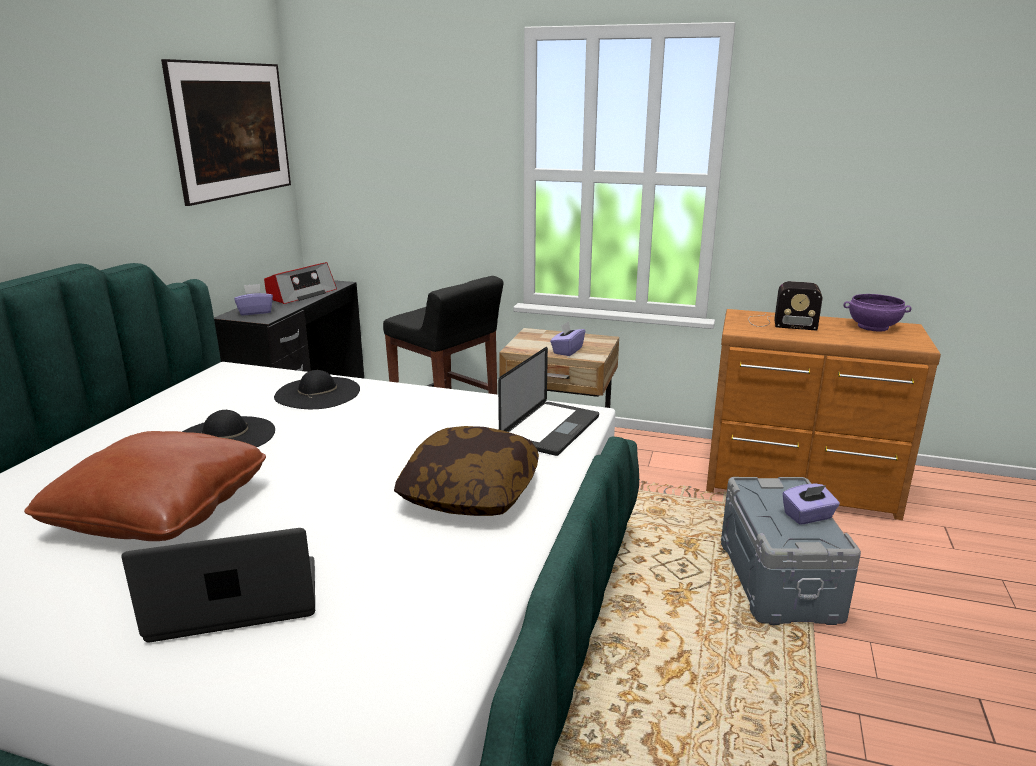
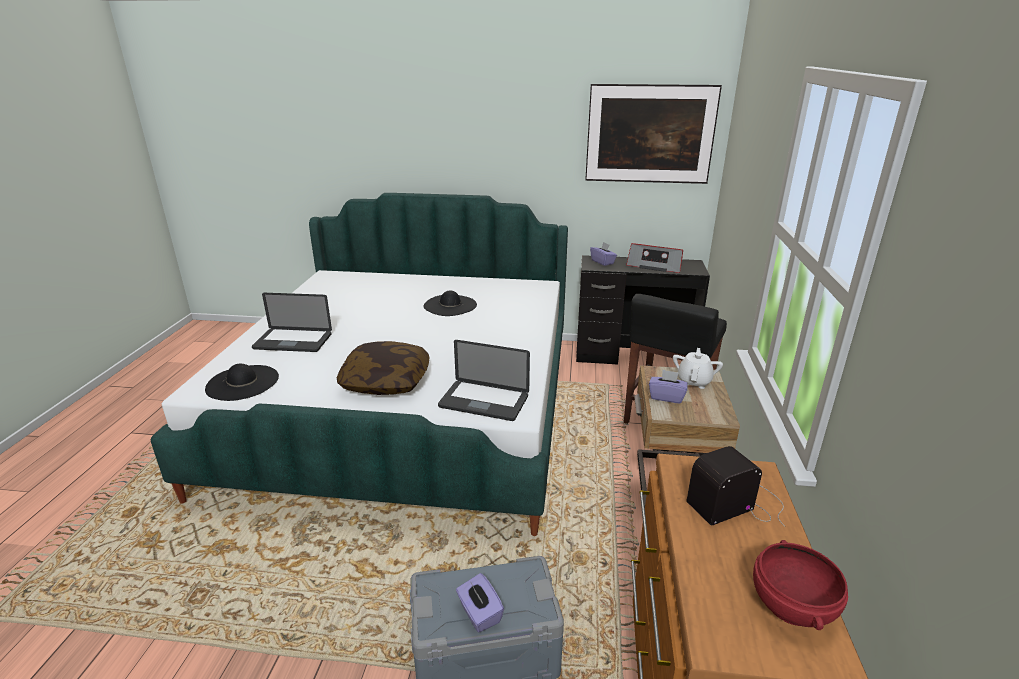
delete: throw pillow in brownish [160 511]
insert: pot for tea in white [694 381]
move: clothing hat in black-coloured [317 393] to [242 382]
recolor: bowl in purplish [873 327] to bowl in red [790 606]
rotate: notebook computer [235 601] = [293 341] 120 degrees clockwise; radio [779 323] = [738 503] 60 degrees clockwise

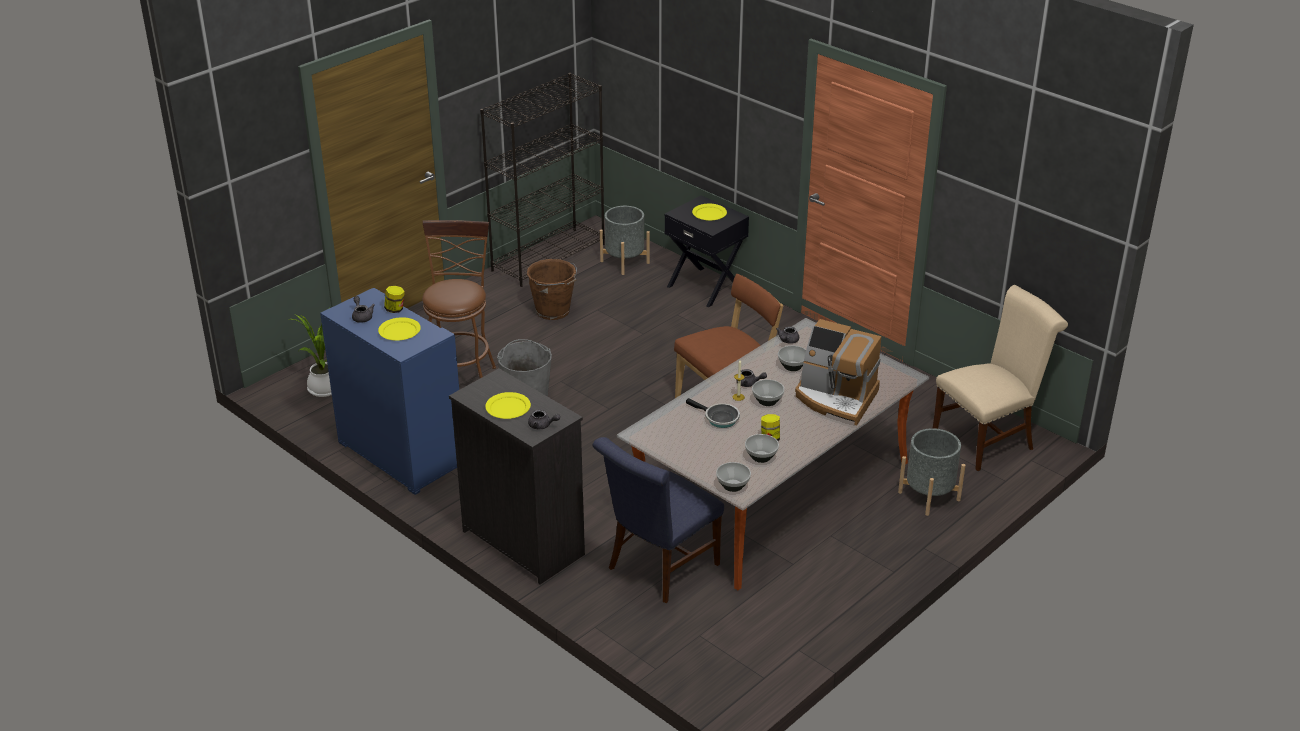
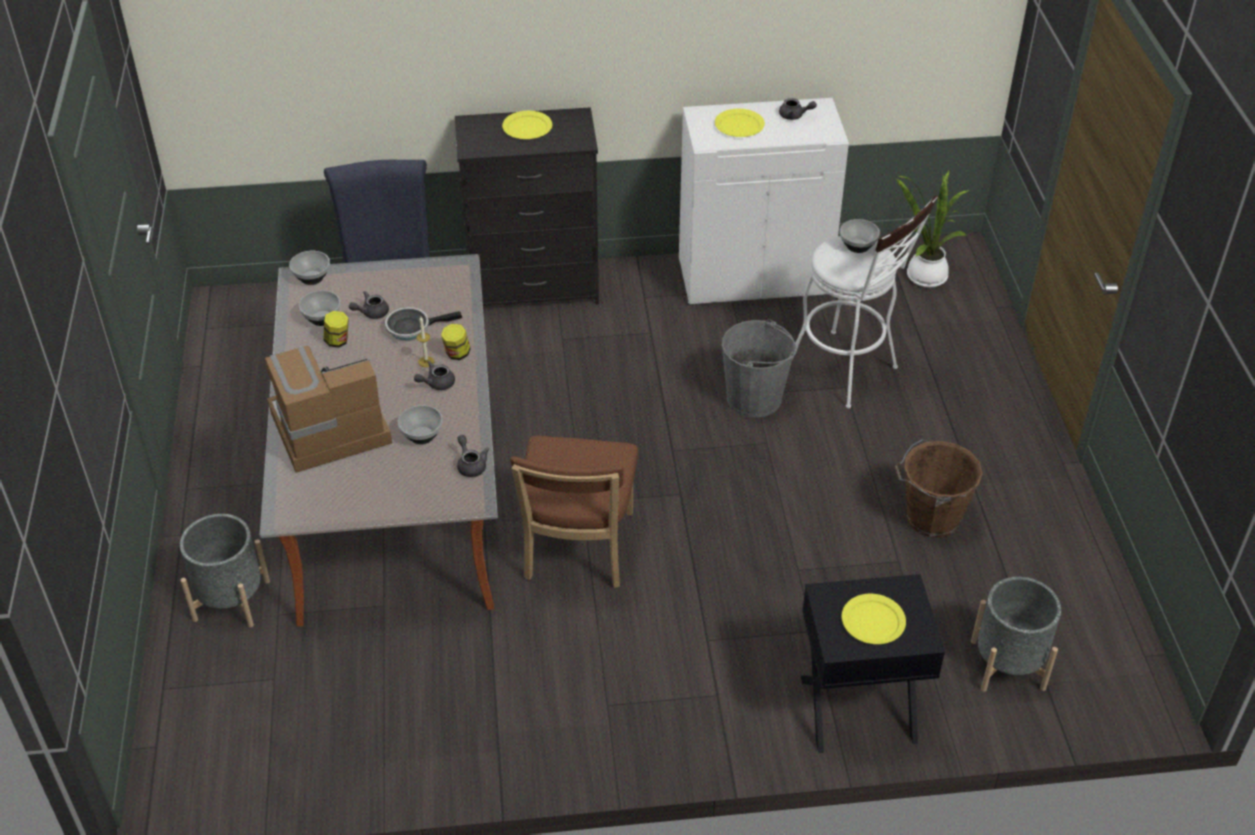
delete: bookshelf in black-coloured [548 256]; plain chair in sand-coloured [988 438]
move: jar [395 309] to [457 354]; pot for tea in greyish [542 425] to [371 313]; bowl [767 401] to [858 246]
recolor: storage cabinet in bluish [399 454] to storage cabinet in white [754 276]; sitting stool in brownish [462 379] to sitting stool in white [848 373]

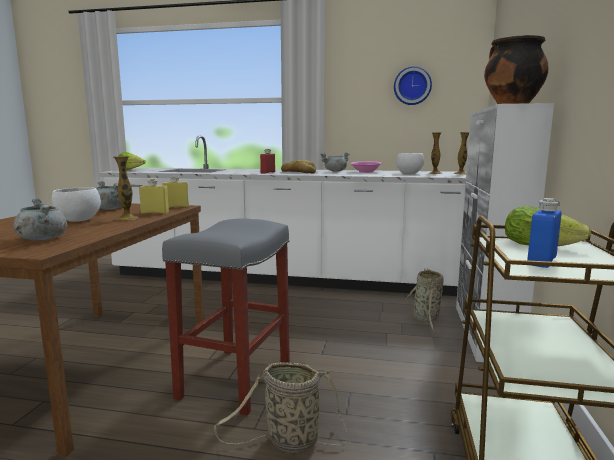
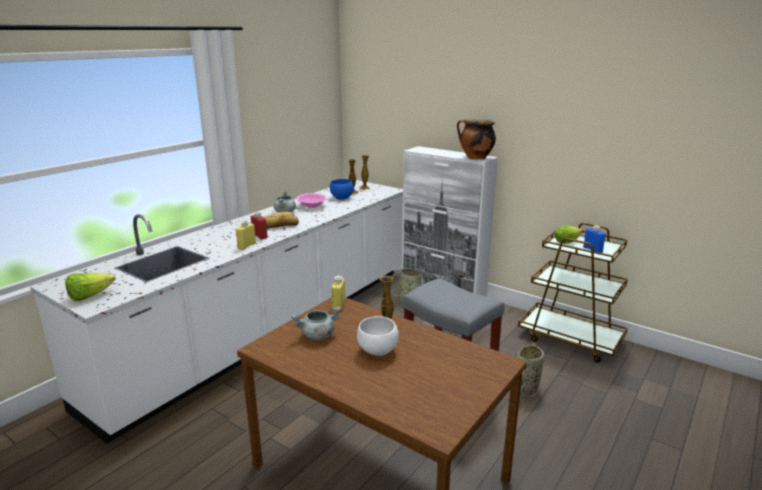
delete: cooking pot in greyish [42 239]; wall clock [412 86]
move: bottle in yellowish [155 213] to [246 246]
recolor: bowl in white [408 173] to bowl in bluish [341 198]

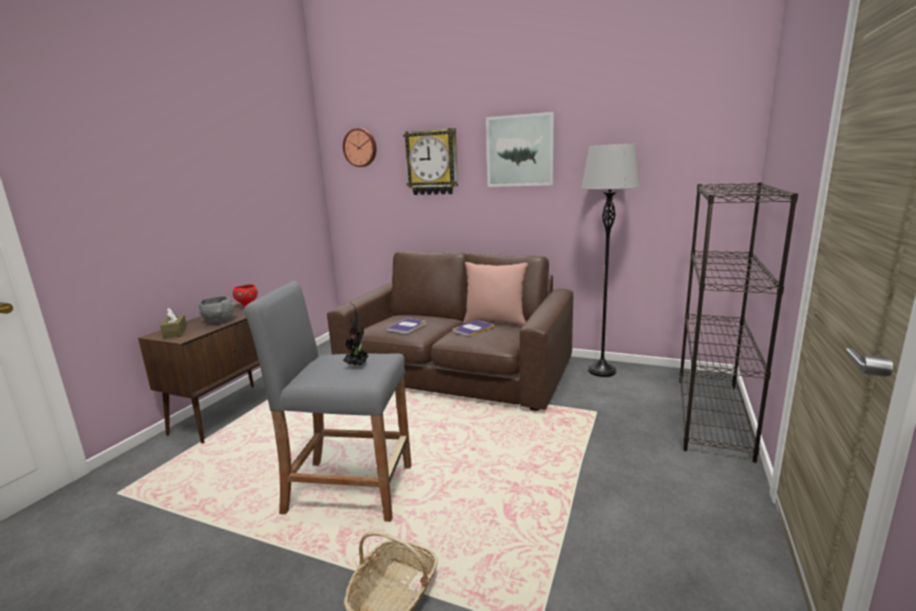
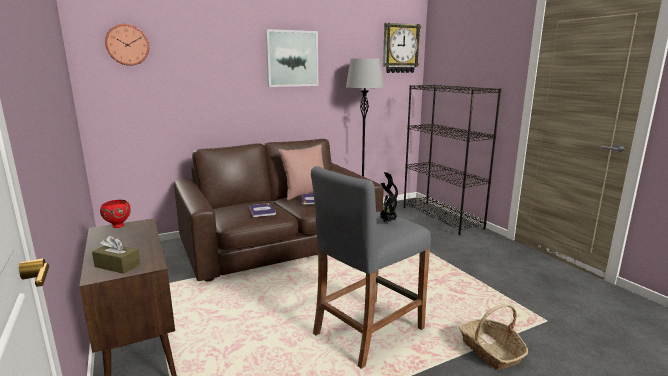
delete: bowl in greyish [219 321]
move: wall clock [432 162] to [400 48]

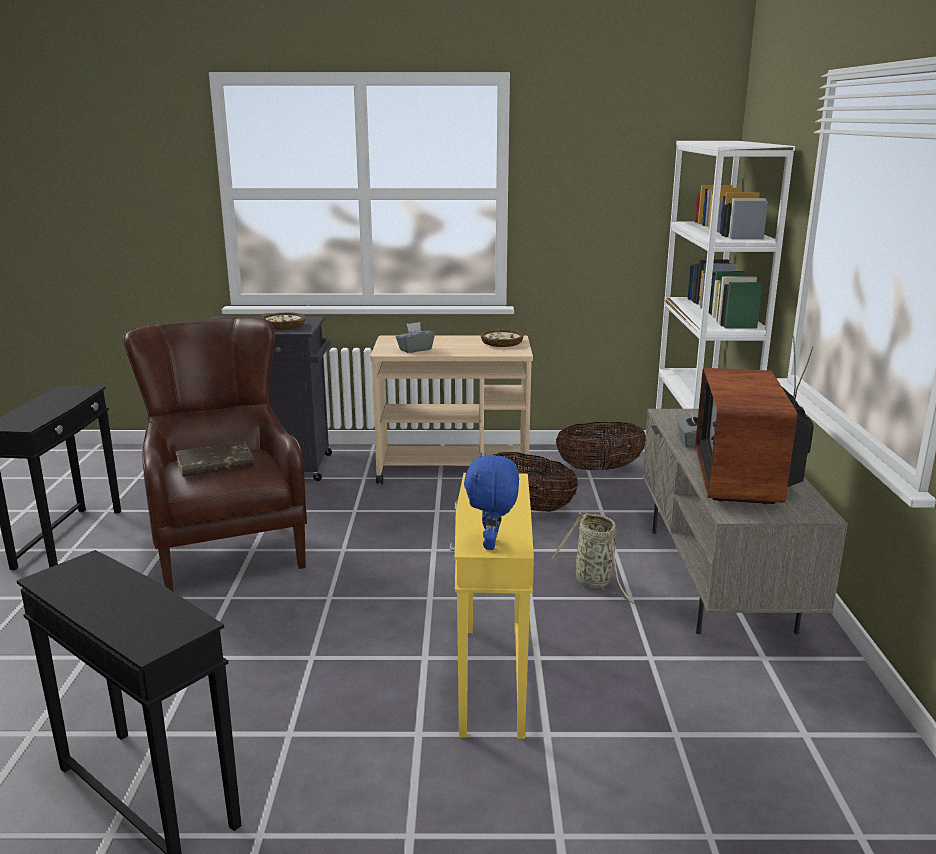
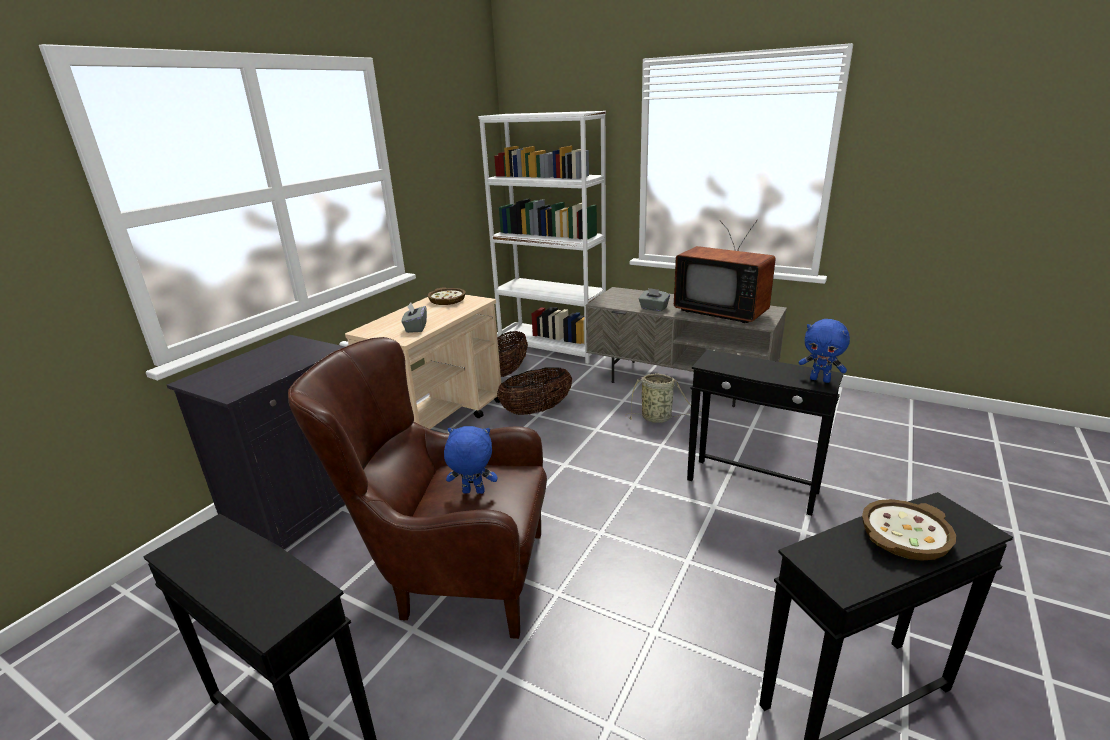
move: bowl [283 325] to [903 536]
replace: book in brownish [214 464] to plush toy in bluish [473 492]
recolor: accent table in yellowish [491 679] to accent table in black-coloured [752 486]

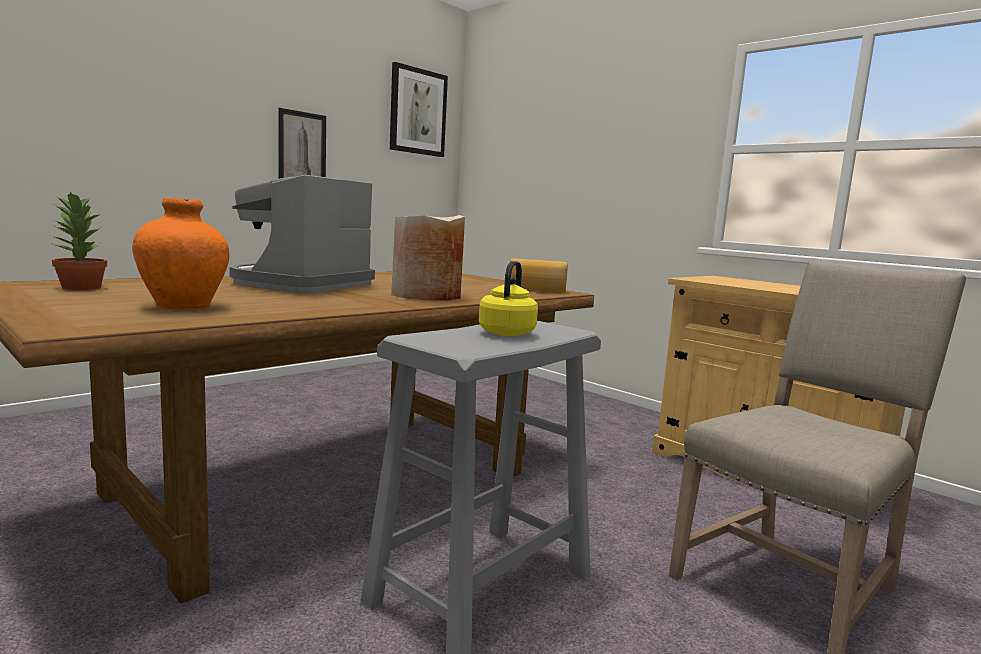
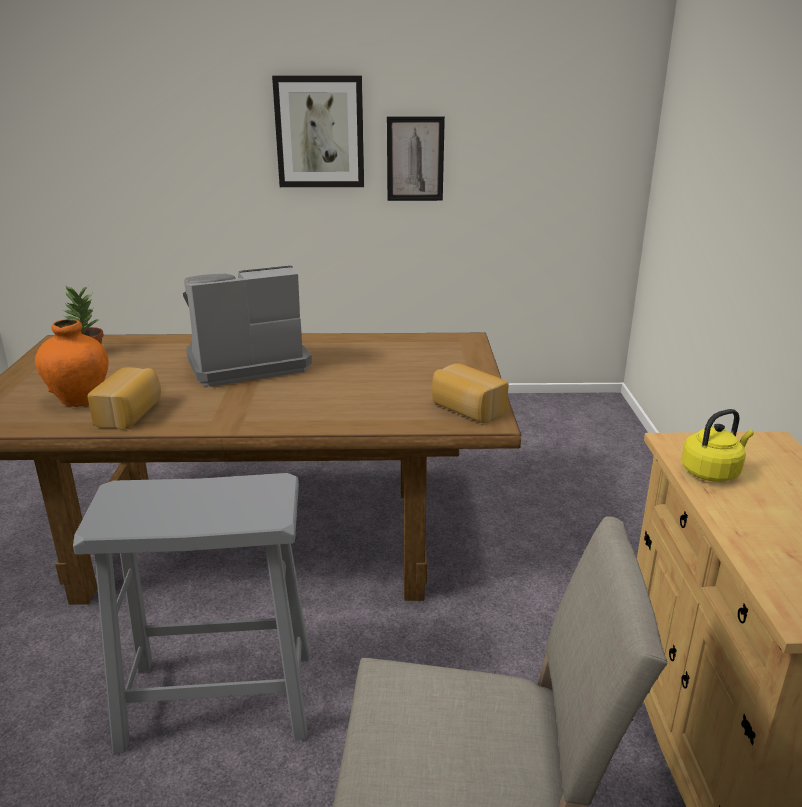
delete: vase in sand-coloured [427 295]
insert: baked bread [131 414]
move: wall art [417 112] to [320 132]; water kettle in yellowish [508 332] to [712 472]

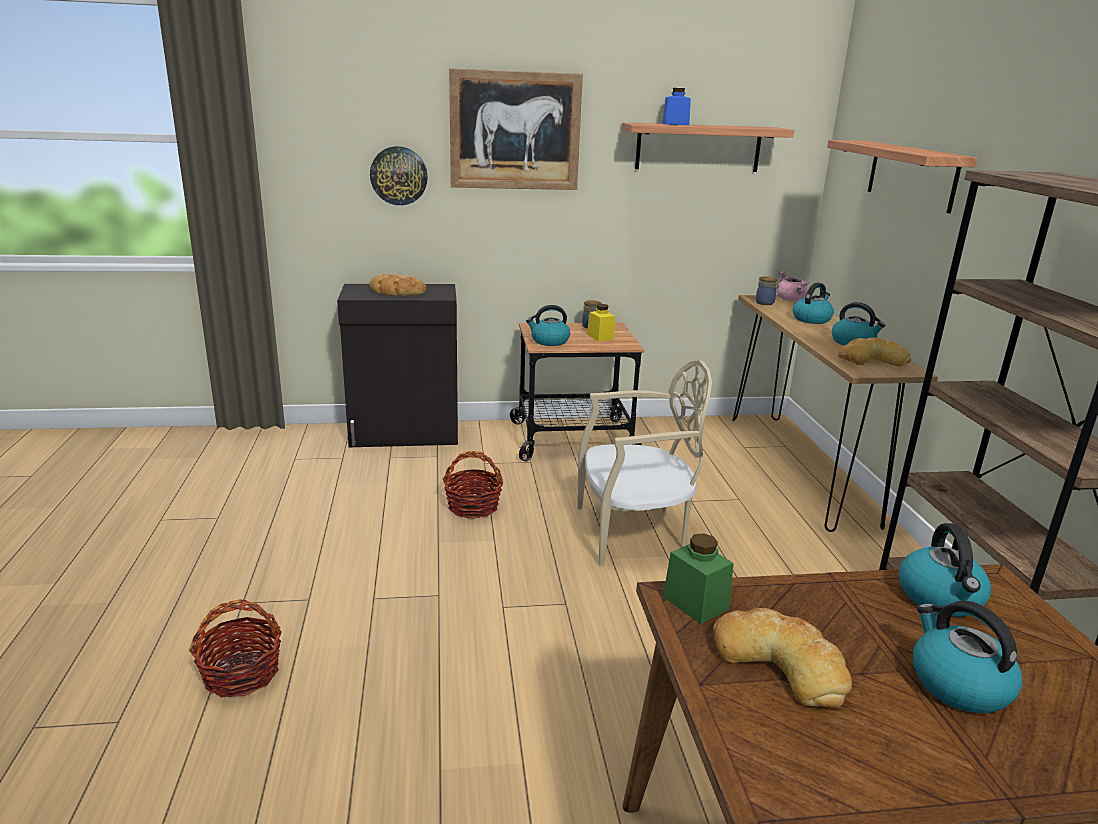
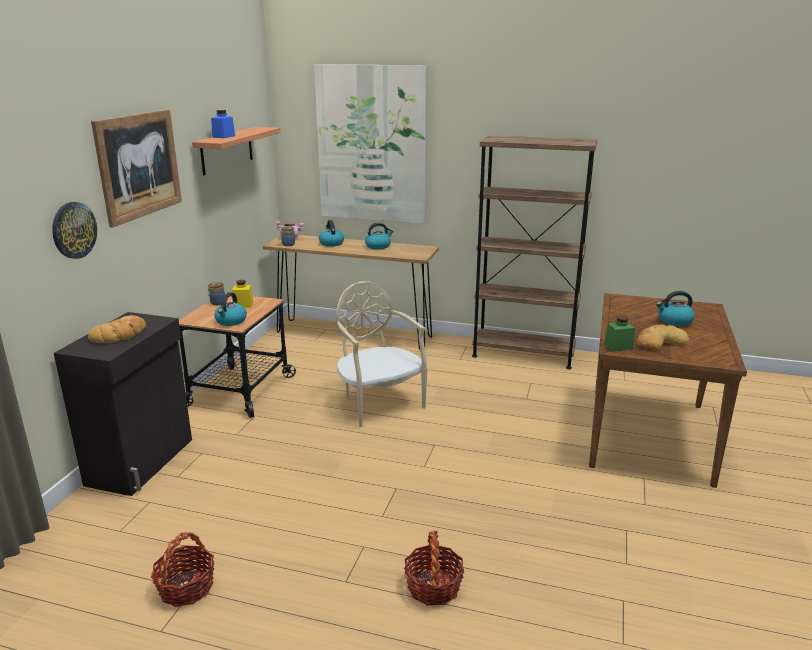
delete: baked bread [871 359]; water kettle [940 598]
move: basket [473 506] to [186 587]
replace: wall shelf [911 175] to wall art [371 145]
rotate: plain chair in sand-coloured [633 532] = [379 403] 45 degrees counterclockwise

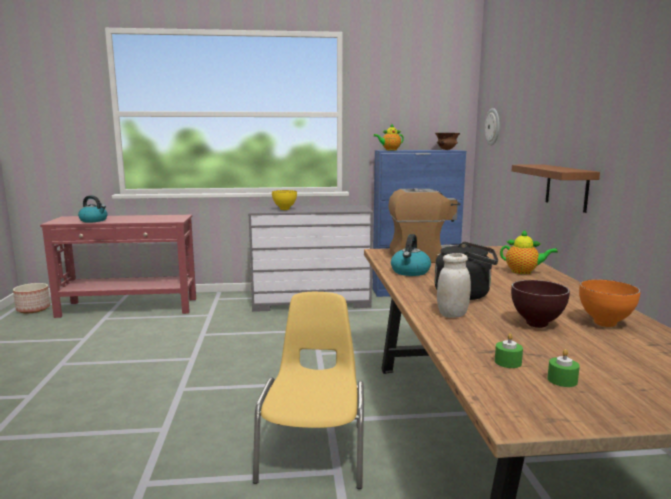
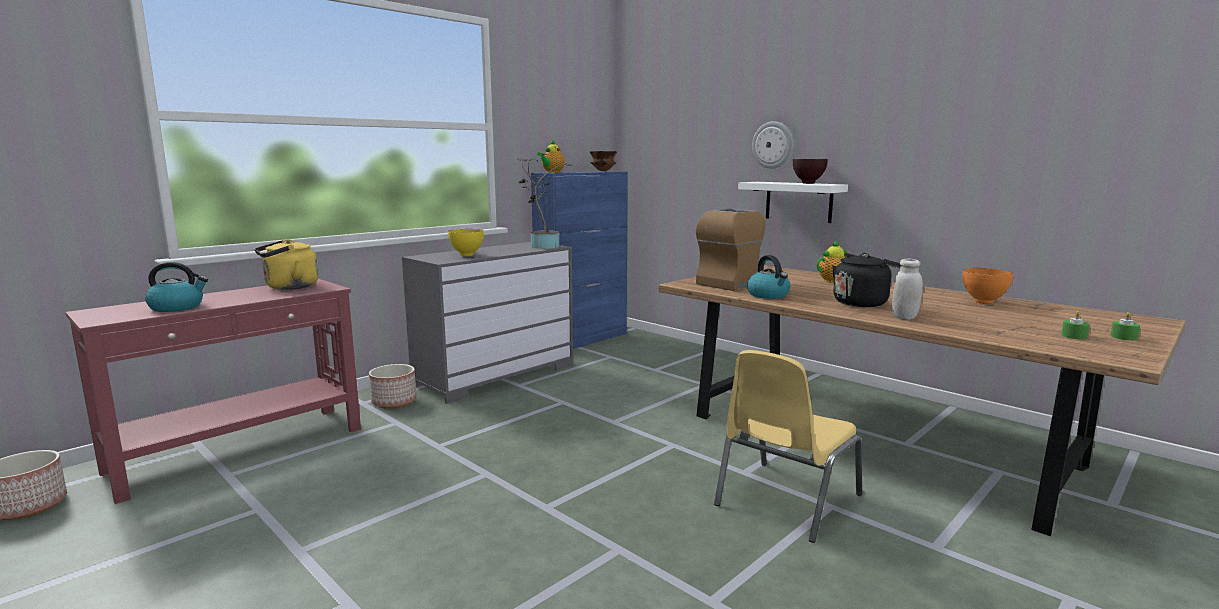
insert: water kettle in yellowish [288 287]; plant pot [394 402]; potted plant [542 246]
move: wall clock [493 127] to [772 145]; candle in greenish [508 362] to [1123 337]; bowl in brownish [537 324] to [808 183]
recolor: wall shelf in brownish [567 187] to wall shelf in white [798 201]
rotate: plain chair in yellowish [314 451] = [785 500] 105 degrees counterclockwise

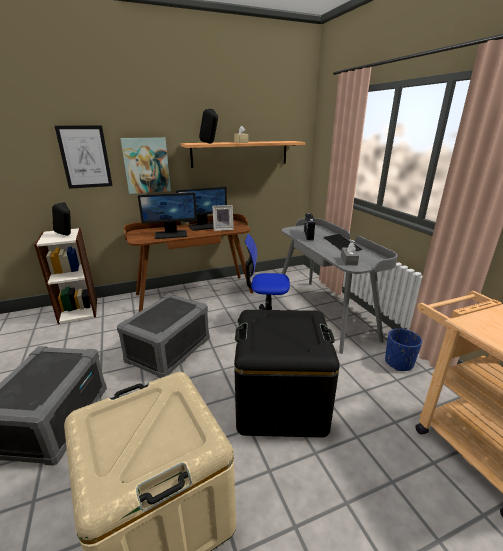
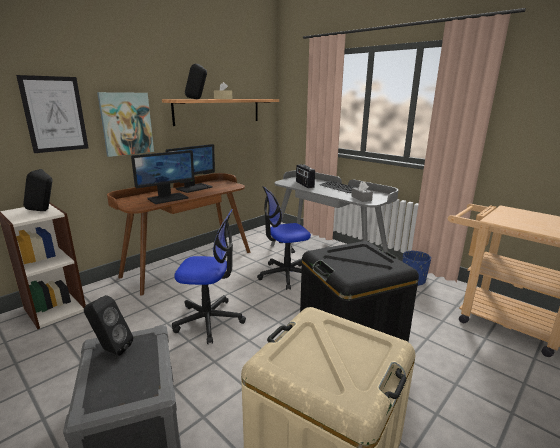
delete: picture frame [223 229]
insert: loudspeaker in black-coloured [111 350]
replace: storage bin in greyish [169 350] to office chair [209 320]

